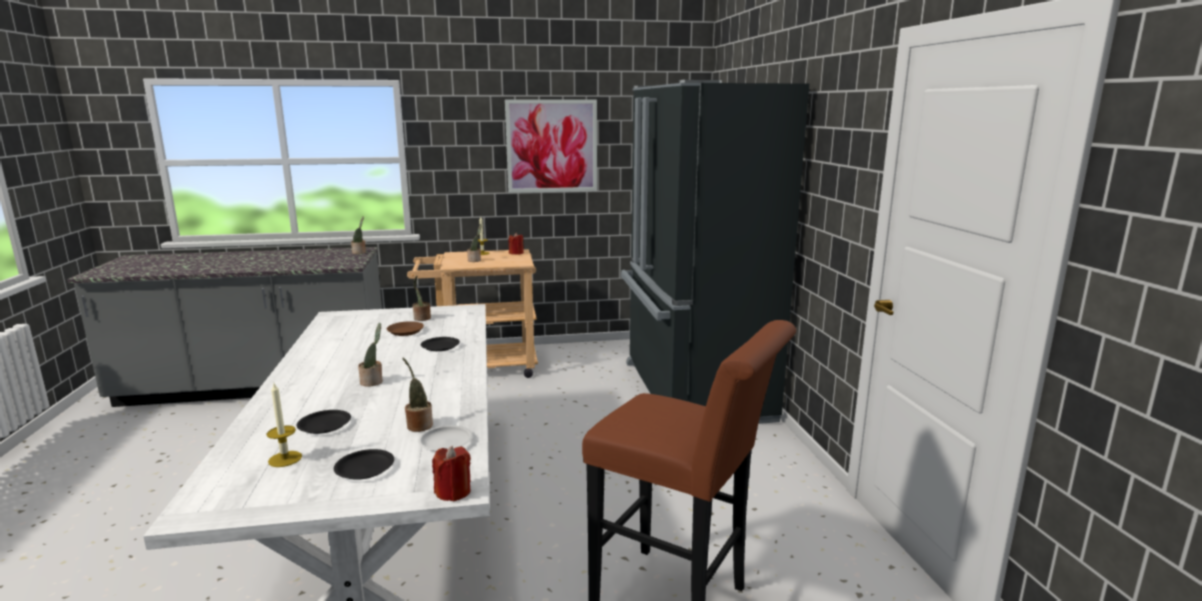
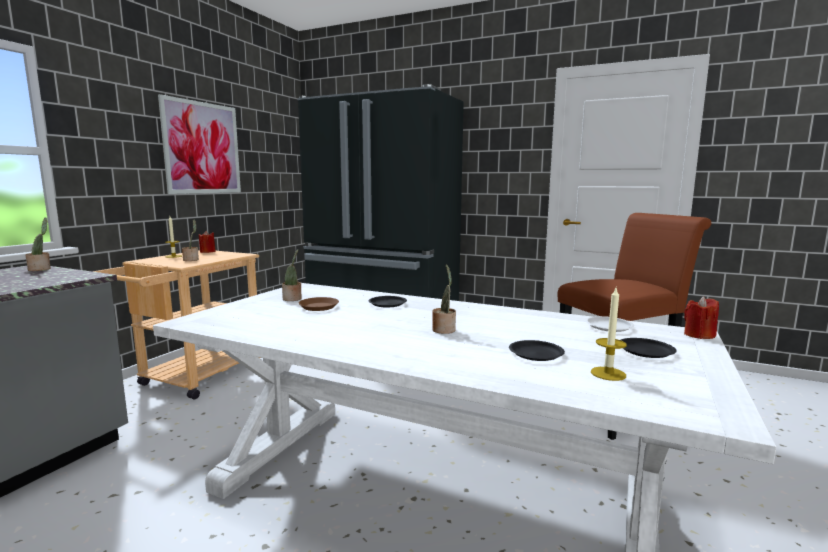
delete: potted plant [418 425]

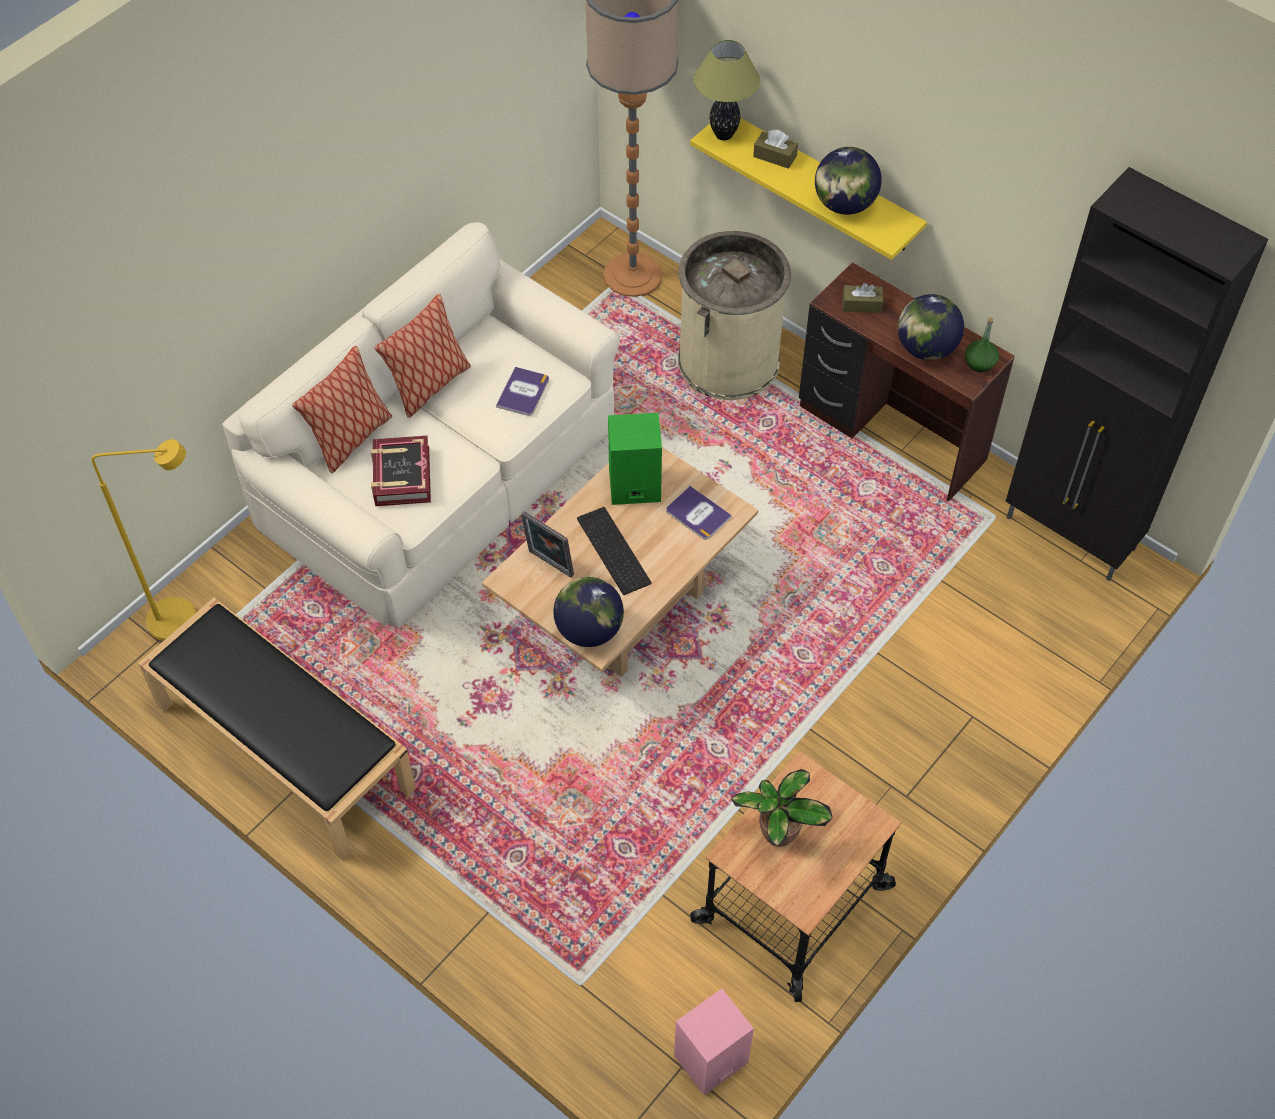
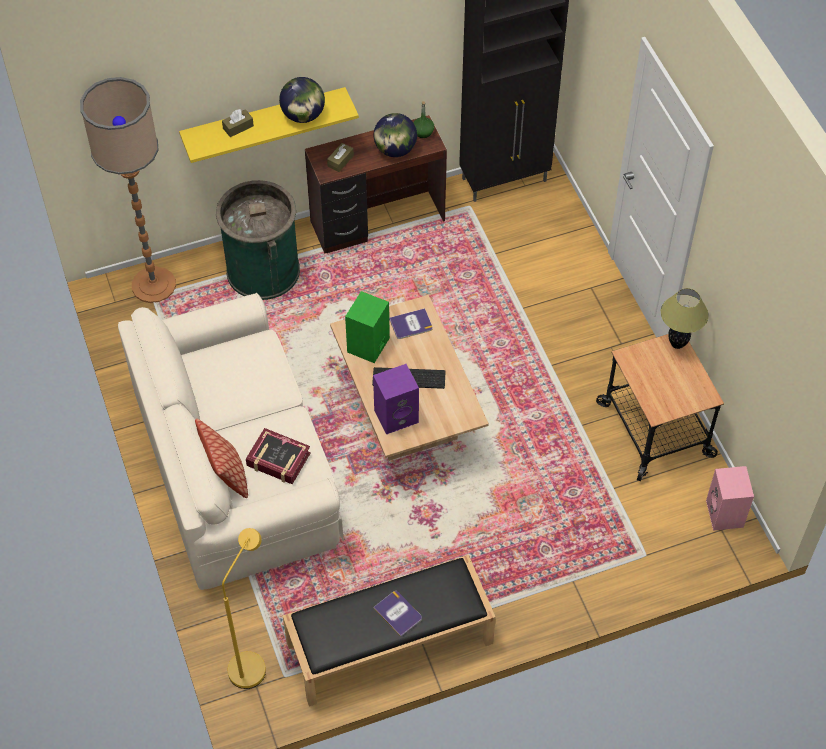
delete: throw pillow [429 386]; world globe [589 630]; potted plant [777 834]
move: book [523 392] to [398 613]; lamp for a table [724 134] to [677 343]
replace: picture frame [549 565] to loudspeaker in purplish [397 415]
recolor: rubbish bin in sand-coloured [729 361] to rubbish bin in greenish [263 271]

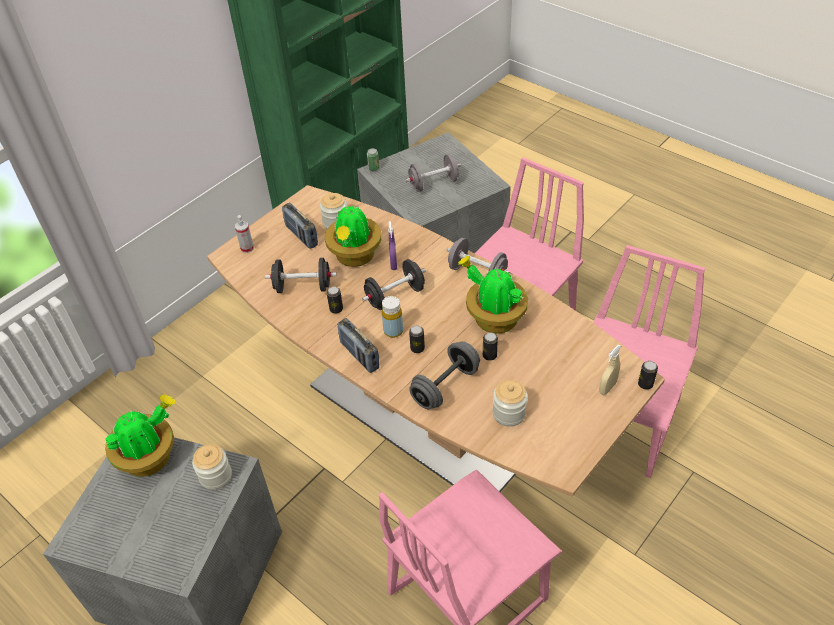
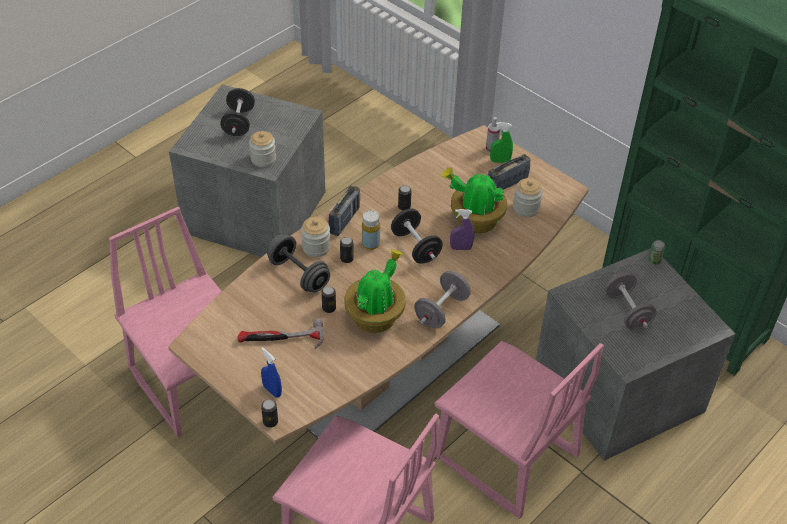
delete: potted plant [150 457]
insert: hand hammer [281 339]; spray bottle in greenish [500 161]
move: free weight in black-coloured [303 287] to [239 123]; jar [509 413] to [316 247]
recolor: spray bottle in sand-coloured [607 388] to spray bottle in bluish [272 390]
rotate: radio [359 356] = [344 220] 150 degrees clockwise

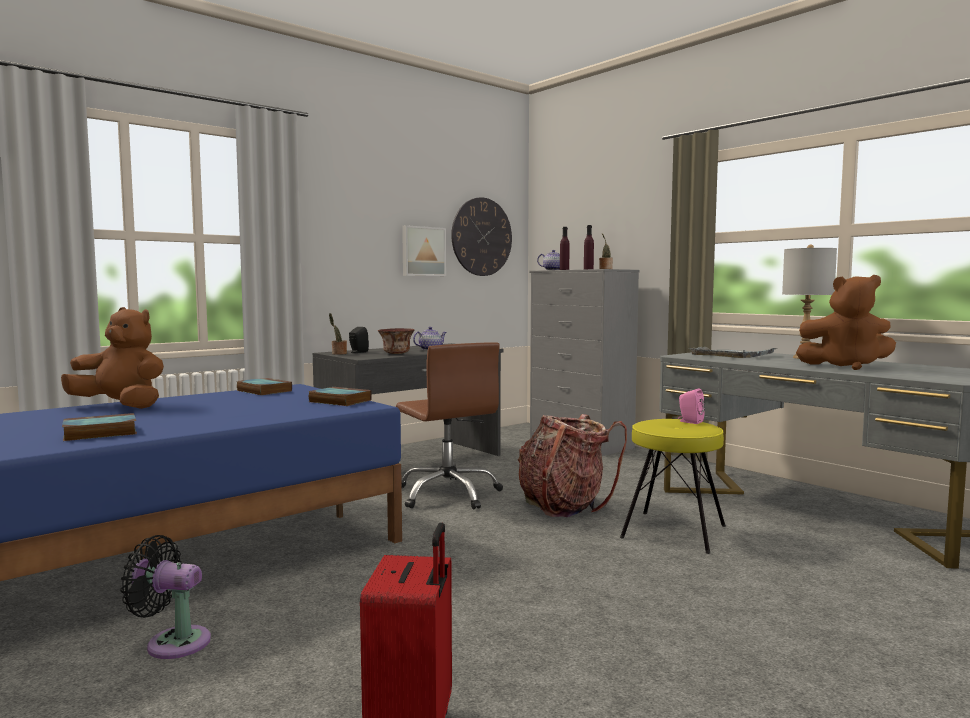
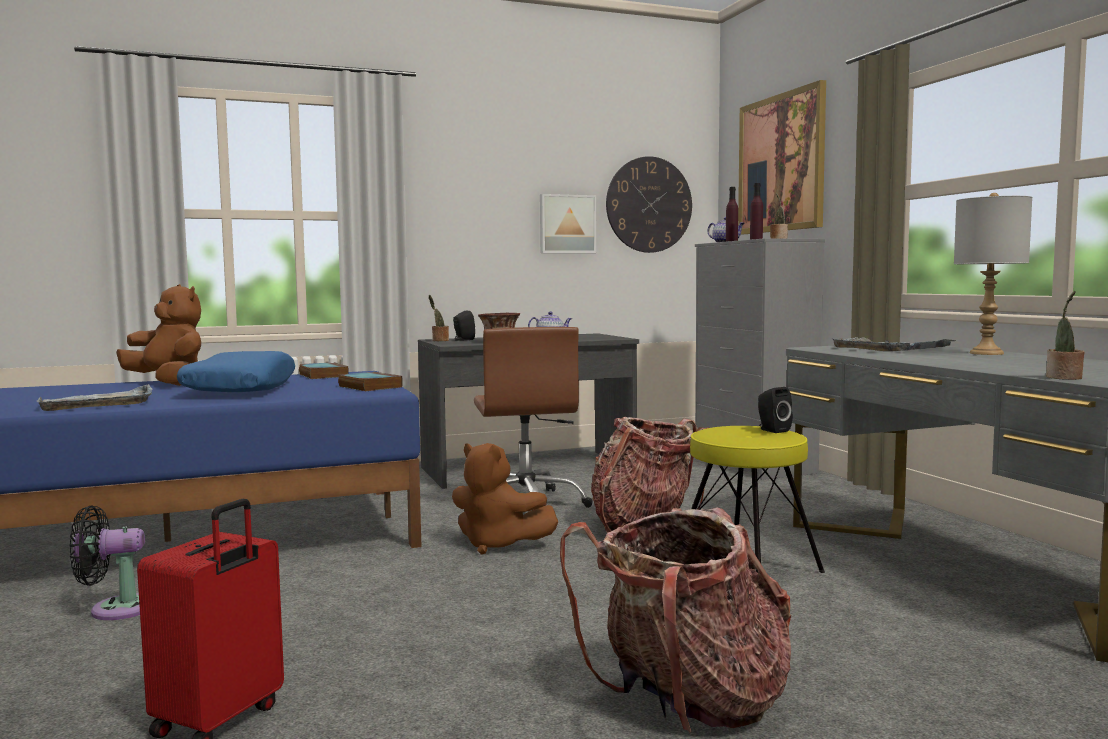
insert: throw pillow in bluish [240 389]; rucksack [687 705]; wall art [781 163]; potted plant [1064 378]
move: plush toy in brownish [845 366] to [498 545]
replace: book [98 433] to carrying tray in greyish [98 403]
recolor: loudspeaker in pinkish [689 422] to loudspeaker in black-coloured [772 430]
rotate: fan in black-coloured [172 642] = [115 609] 45 degrees counterclockwise

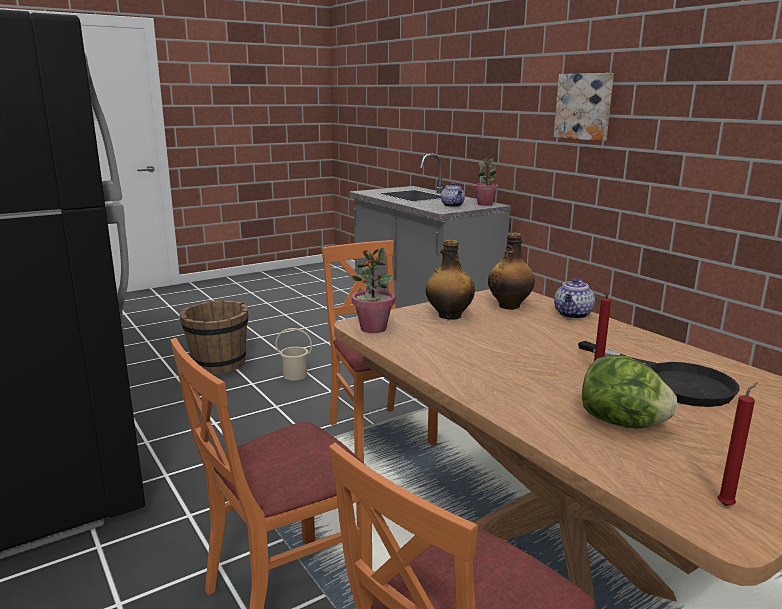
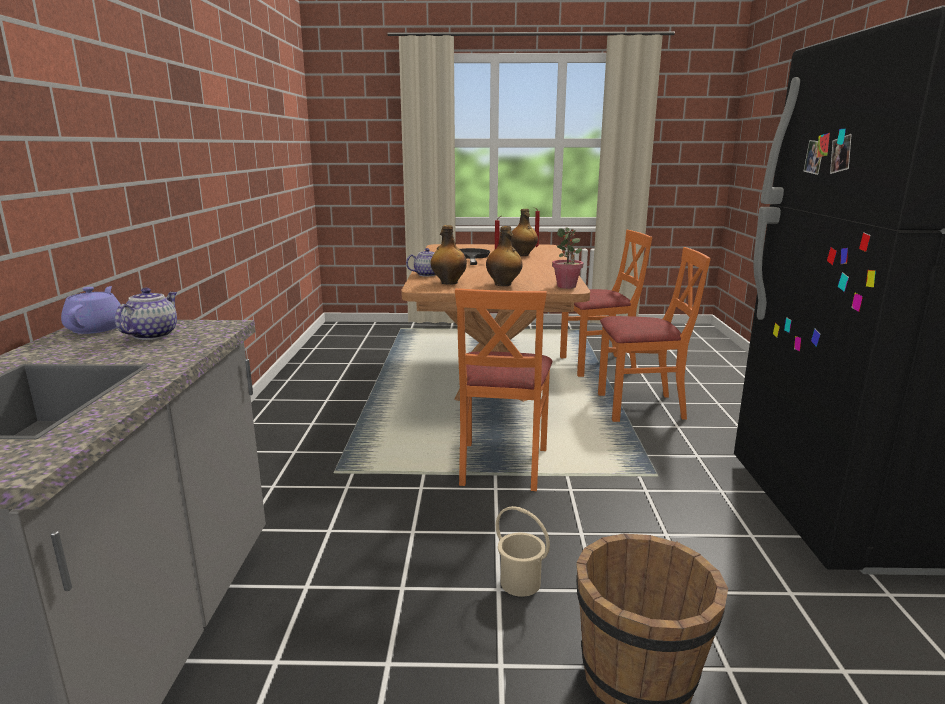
delete: wall art [584 106]
replace: potted plant [485 204] to pot for tea in purplish [97 328]; lettuce head [622 423] to bottle [522 255]

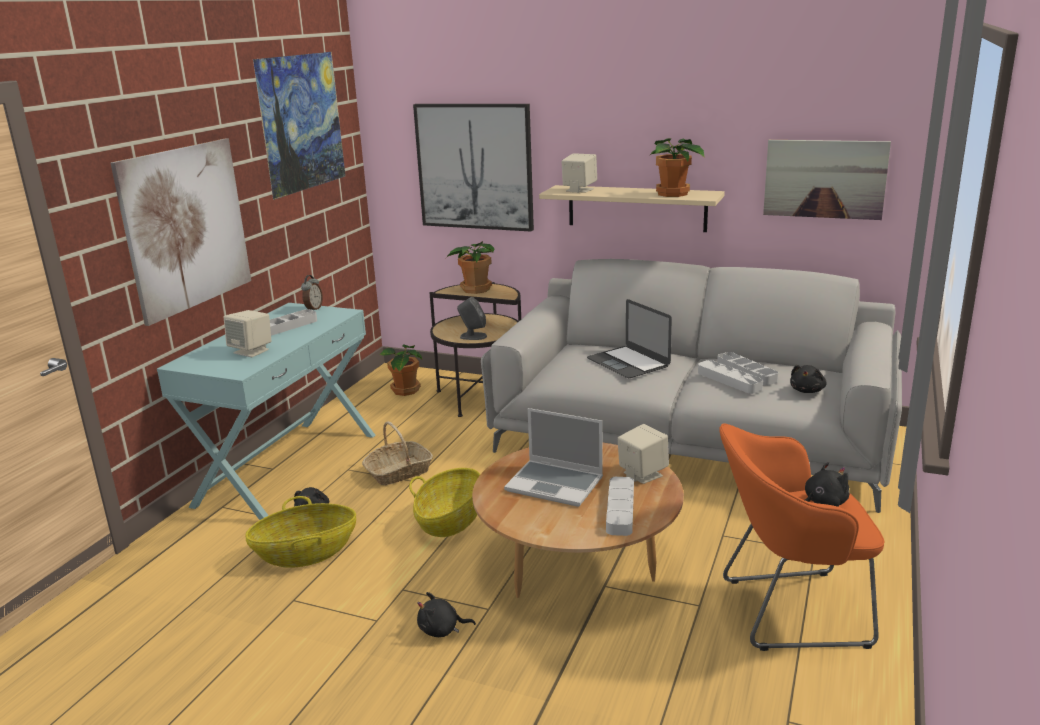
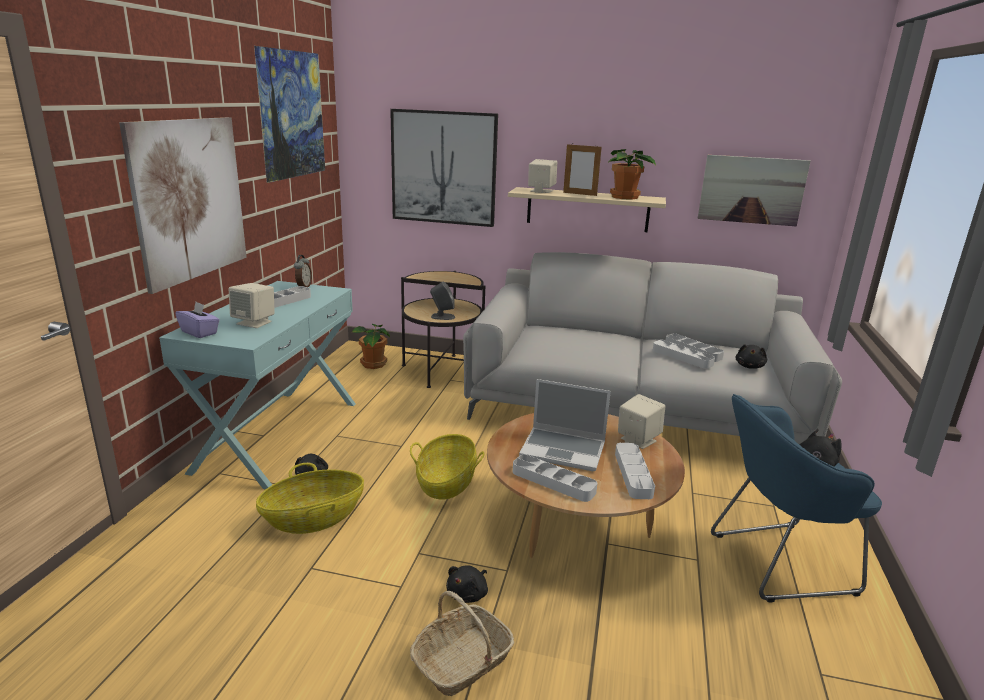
delete: potted plant [475 289]; notebook computer [628 362]
insert: tissue holder in purplish [199 332]; carrying tray in greyish [553 482]; picture frame [580 194]
move: basket [399 472] to [462 661]
recolor: lounge chair in orange [787 611] to lounge chair in bluish [774 562]
rotate: plush toy in black-coloured [442 630] = [468 594] 45 degrees counterclockwise

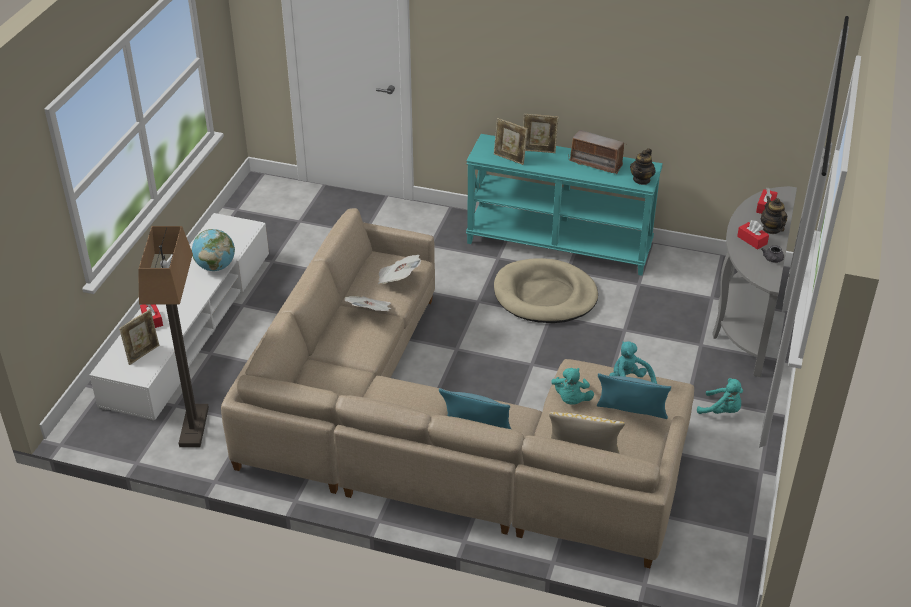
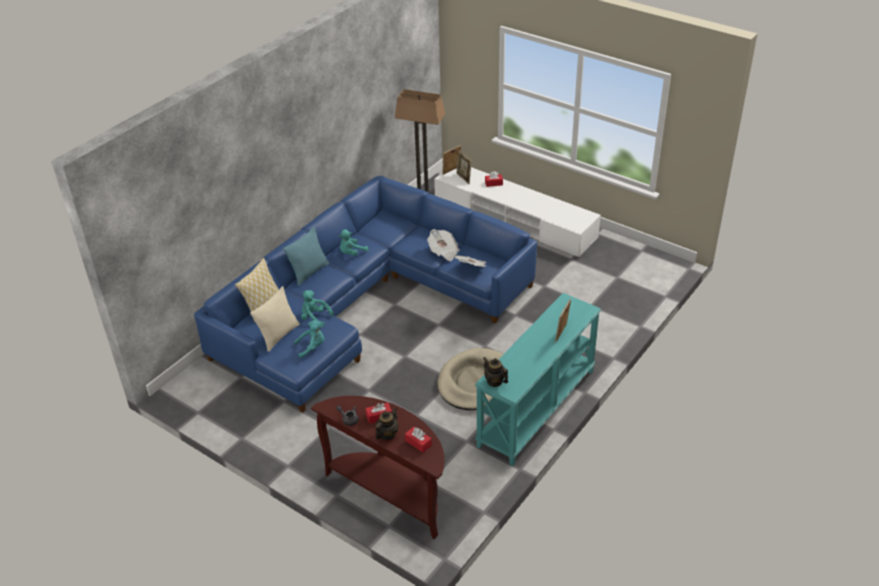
delete: world globe [215 267]; radio [596 163]
move: picture frame [509 159] to [451 171]; plush toy in turquoise-coloured [722 410] to [352 253]
recolor: sofa in sand-coloured [445 432] to sofa in bluish [364 304]; throw pillow in turquoise-coloured [630 419] to throw pillow in sand-coloured [279 335]; console table in greyish [746 320] to console table in brownish [391 493]
rotate: pot for tea [771 229] = [387 434] 60 degrees counterclockwise

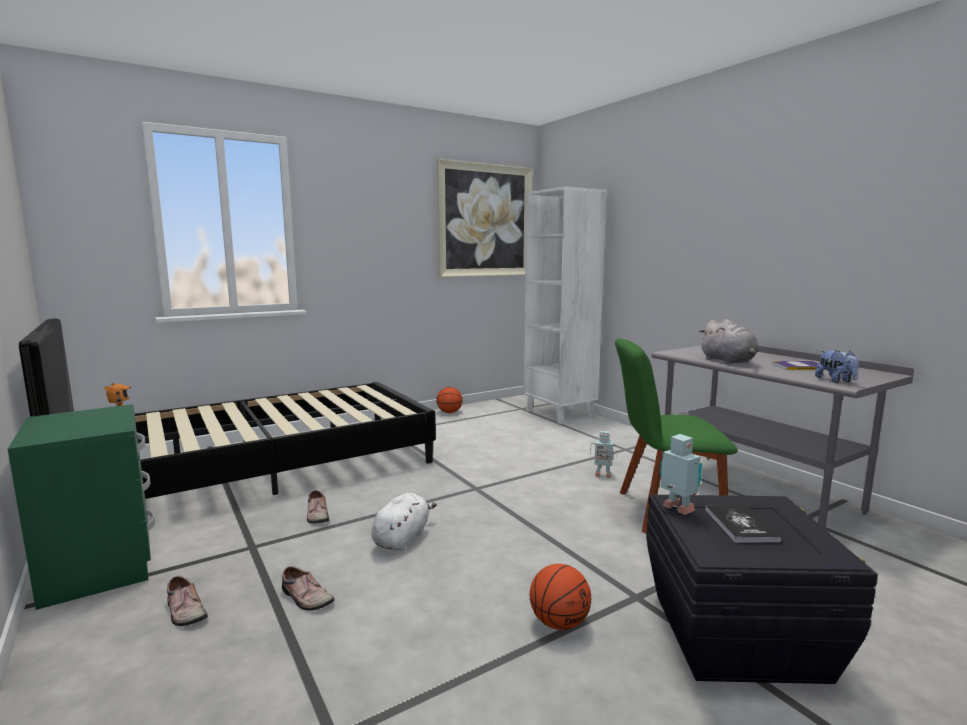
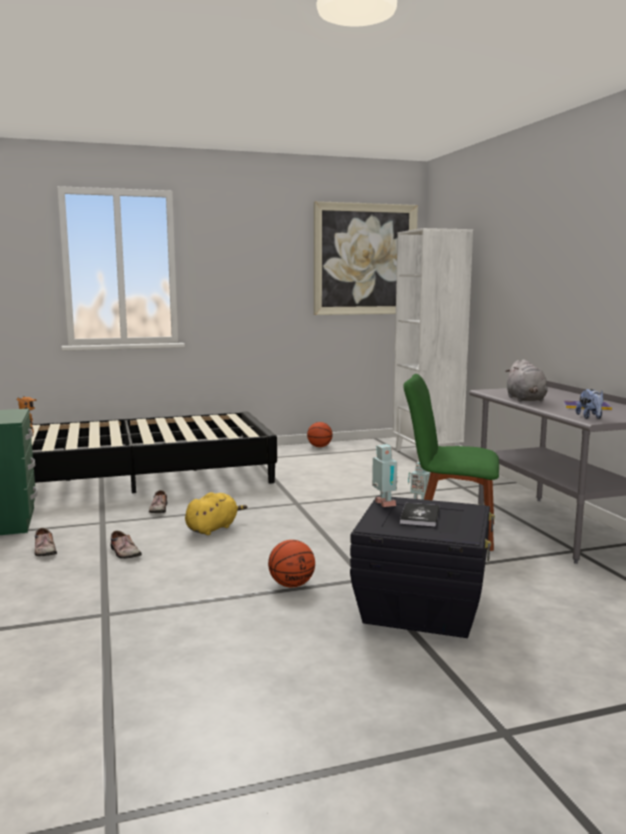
recolor: plush toy in white [402 538] to plush toy in yellowish [213 528]

